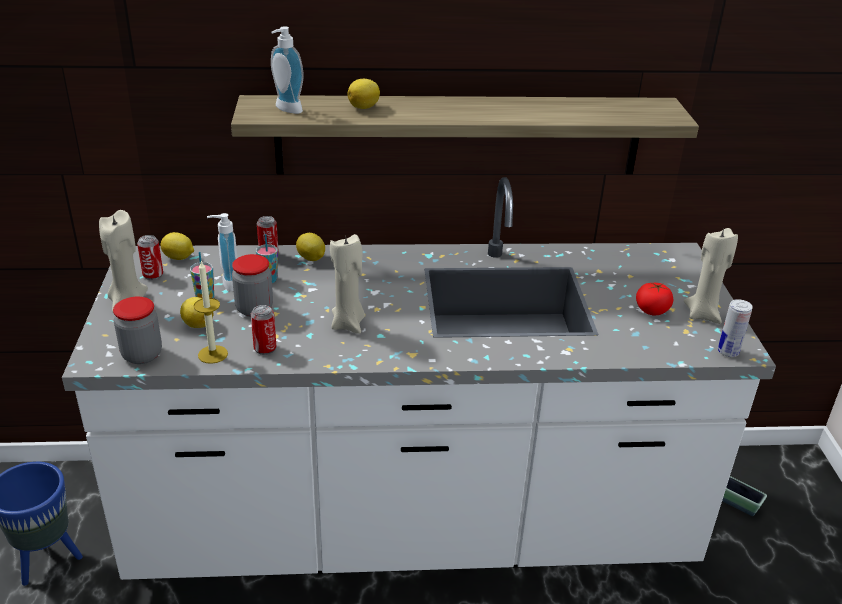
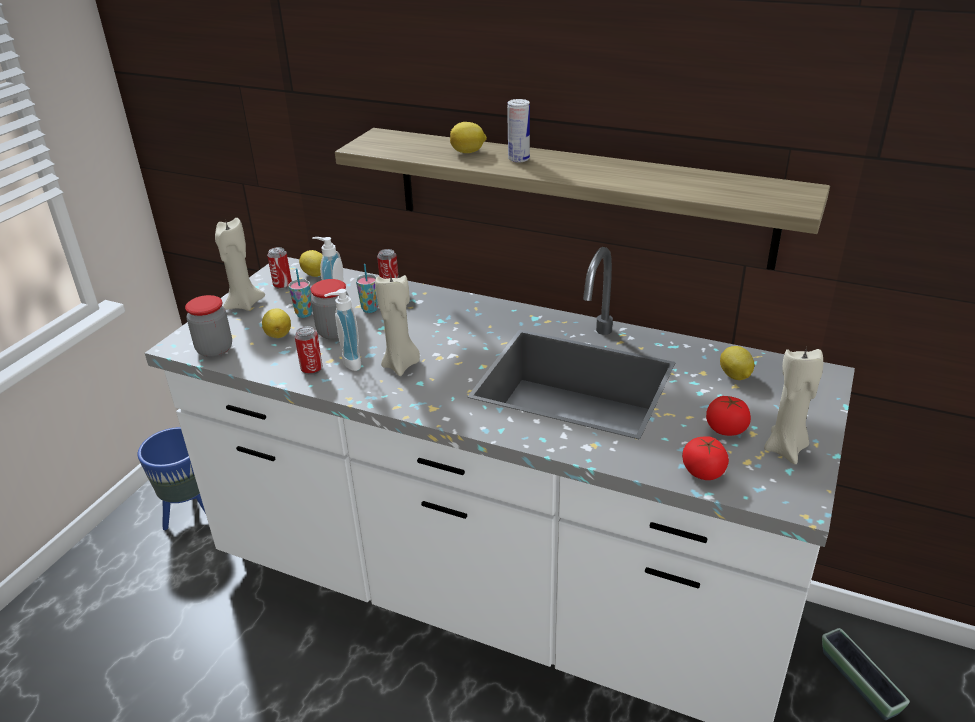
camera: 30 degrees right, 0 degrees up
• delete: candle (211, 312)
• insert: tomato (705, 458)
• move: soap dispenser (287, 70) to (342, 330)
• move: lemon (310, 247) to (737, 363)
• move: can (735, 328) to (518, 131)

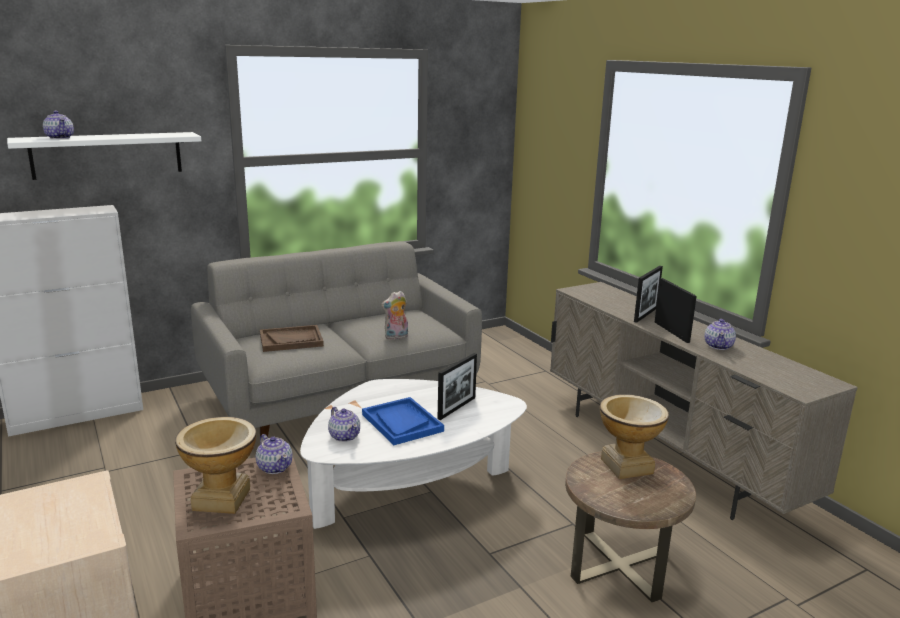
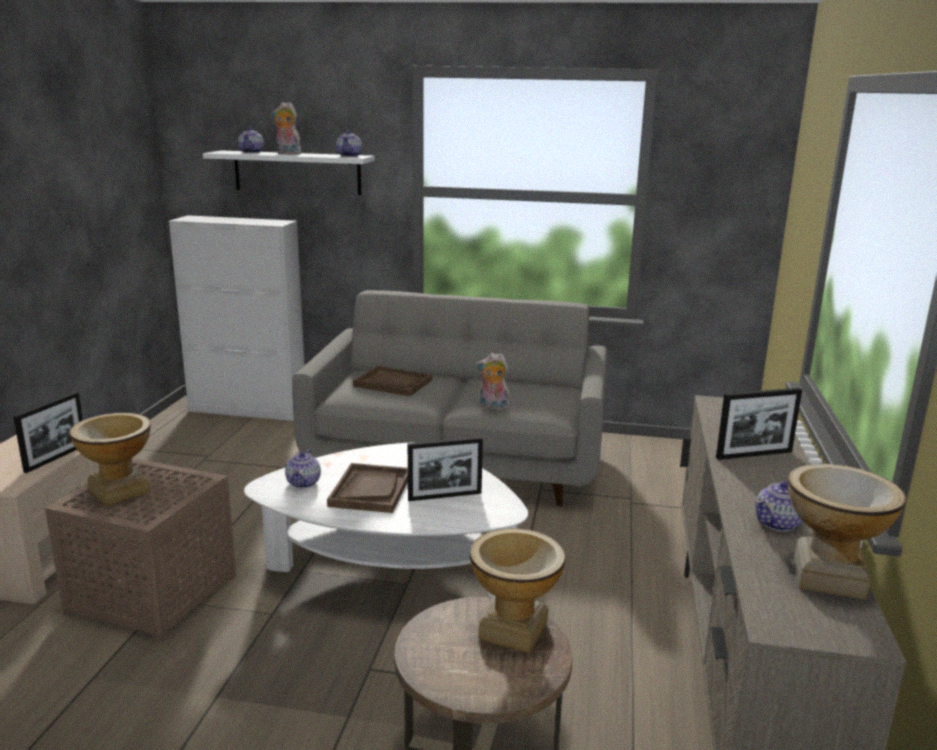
camera: 40 degrees right, 0 degrees up
• insert: plush toy (287, 128)
• insert: vase (847, 532)
• move: teapot (274, 454) to (349, 143)
• move: picture frame (676, 310) to (48, 432)
• recolor: blue tray (403, 421) to brown tray (367, 488)

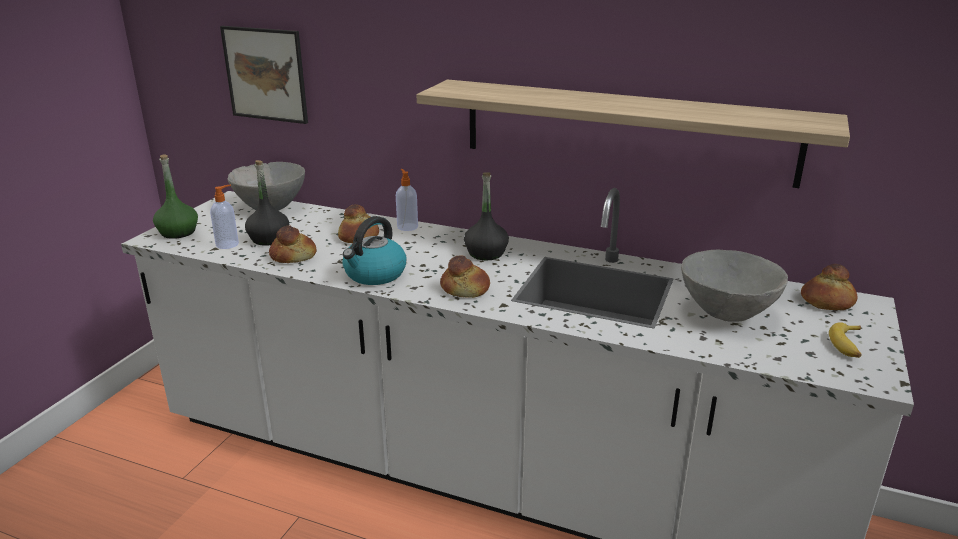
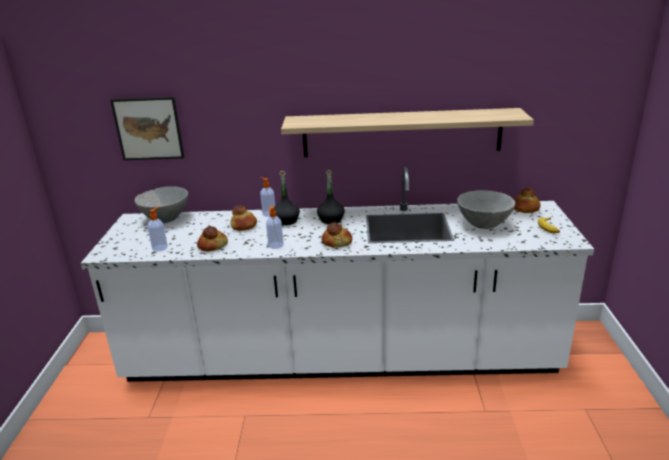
camera: 20 degrees left, 0 degrees up
• delete: green bottle (175, 196)
• move: black bottle (267, 203) to (287, 198)
• replace: kettle (374, 250) to soap dispenser (275, 227)

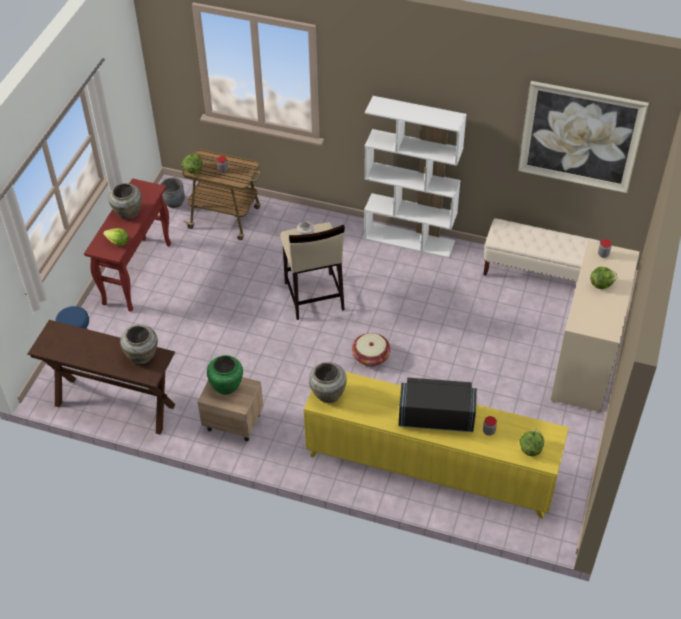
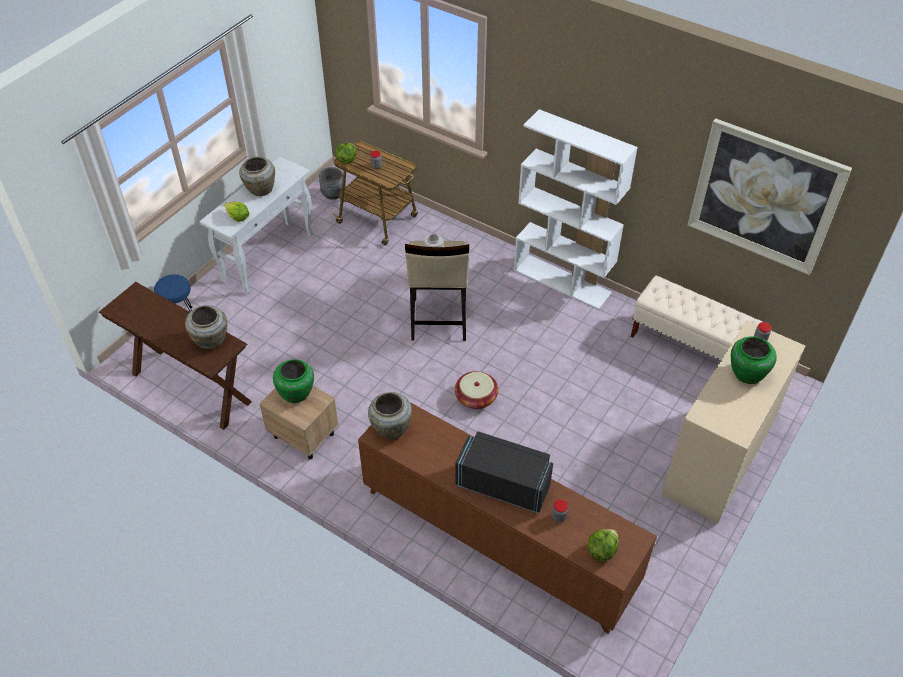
camera: 15 degrees right, 0 degrees up
• replace: lettuce (603, 278) to green vase (754, 360)
• recolor: red console table (127, 245) to white console table (256, 226)
• recolor: yellow cabinet (436, 445) to brown cabinet (507, 518)

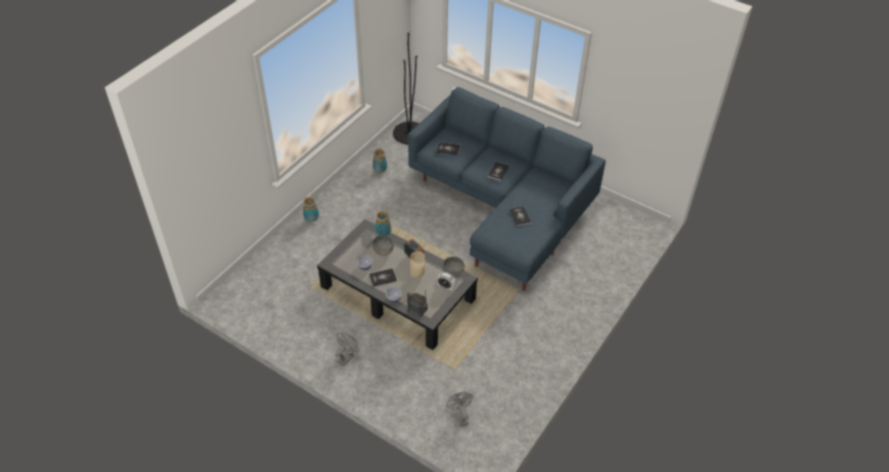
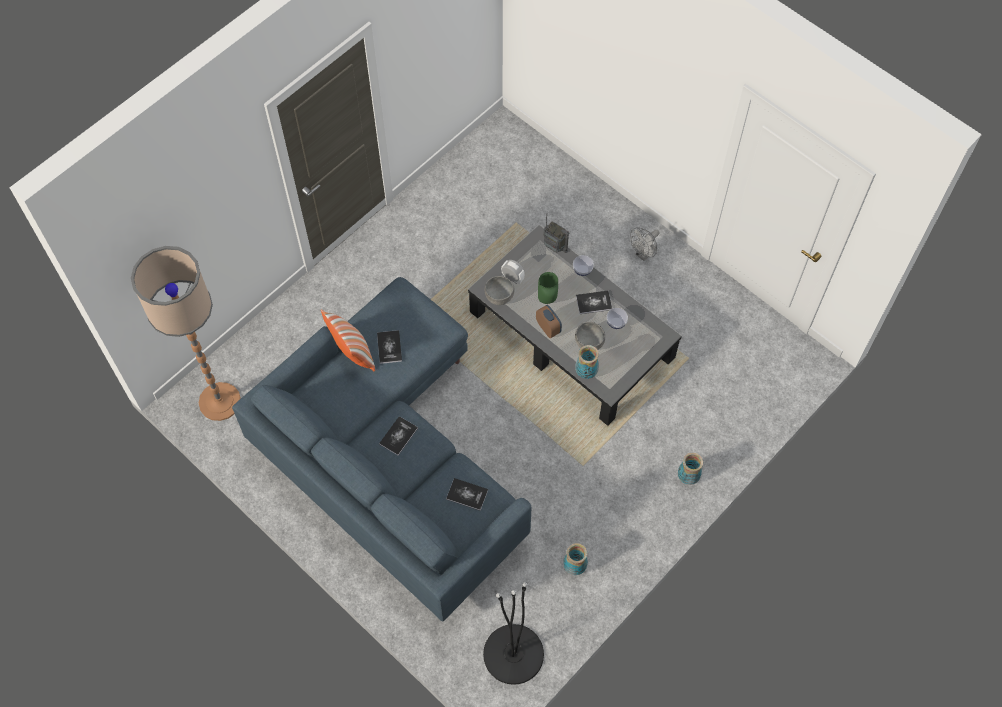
camera: 170 degrees left, 15 degrees up
• delete: grey fan (460, 409)
• insert: floor lamp (186, 333)
• insert: pillow (348, 340)
• recolor: beige vase (417, 264) to green vase (548, 288)

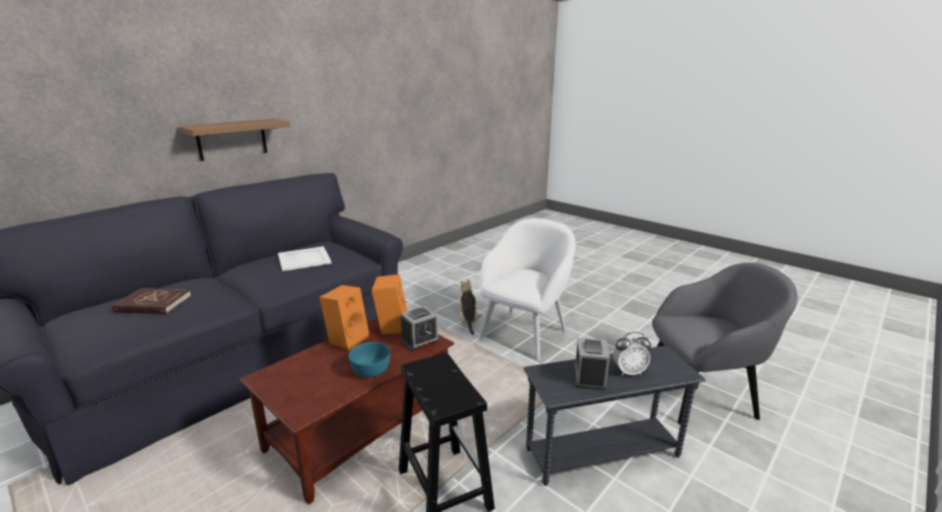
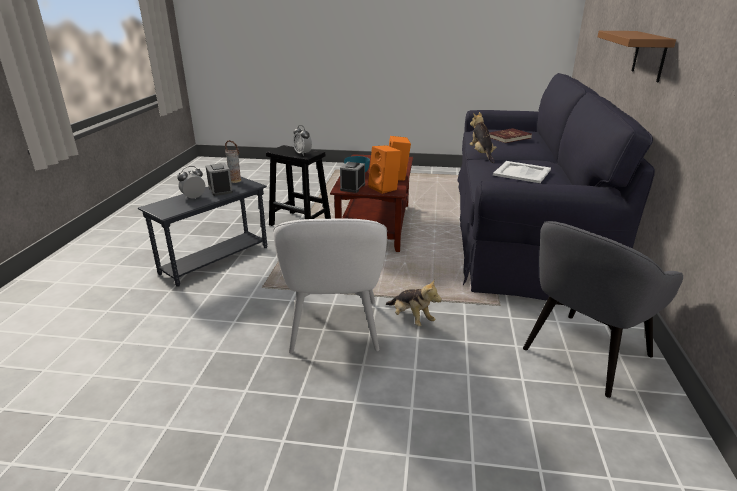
camera: 145 degrees right, 5 degrees up
• insert: vase (233, 161)
• insert: alarm clock (302, 140)
• insert: plush toy (483, 137)
• move: grey armchair (725, 344) to (603, 309)

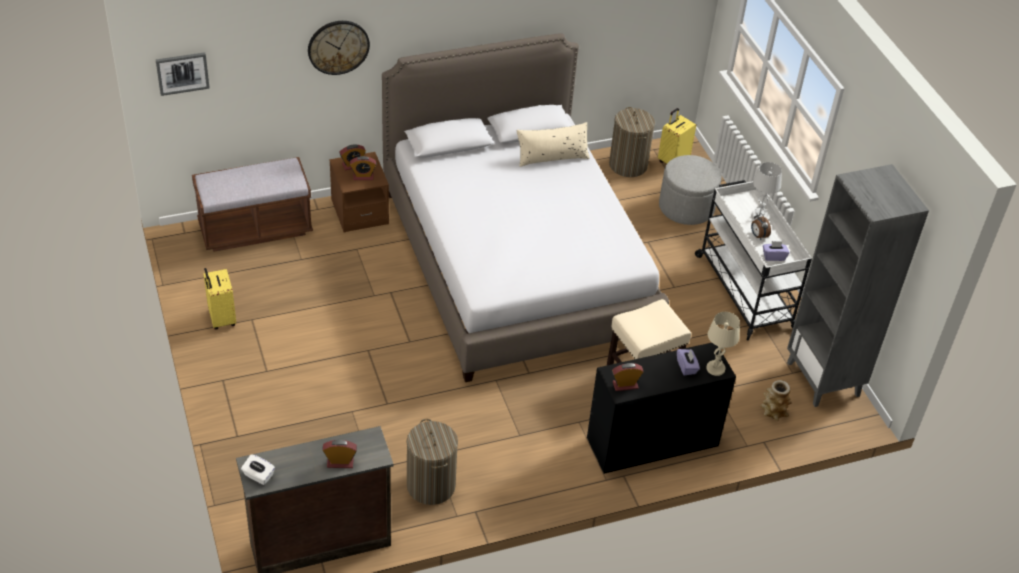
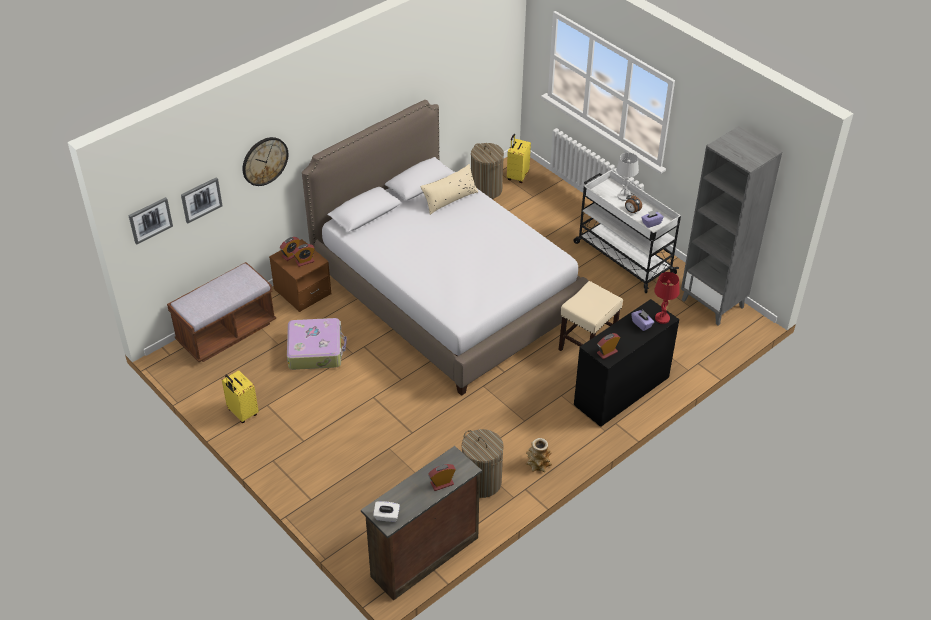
camera: 20 degrees left, 0 degrees up
• delete: grey ottoman (690, 190)
• insert: picture (202, 200)
• insert: suitcase (317, 344)
• move: vase (776, 400) to (539, 455)
• recolor: beige table lamp (723, 344) to red table lamp (667, 298)

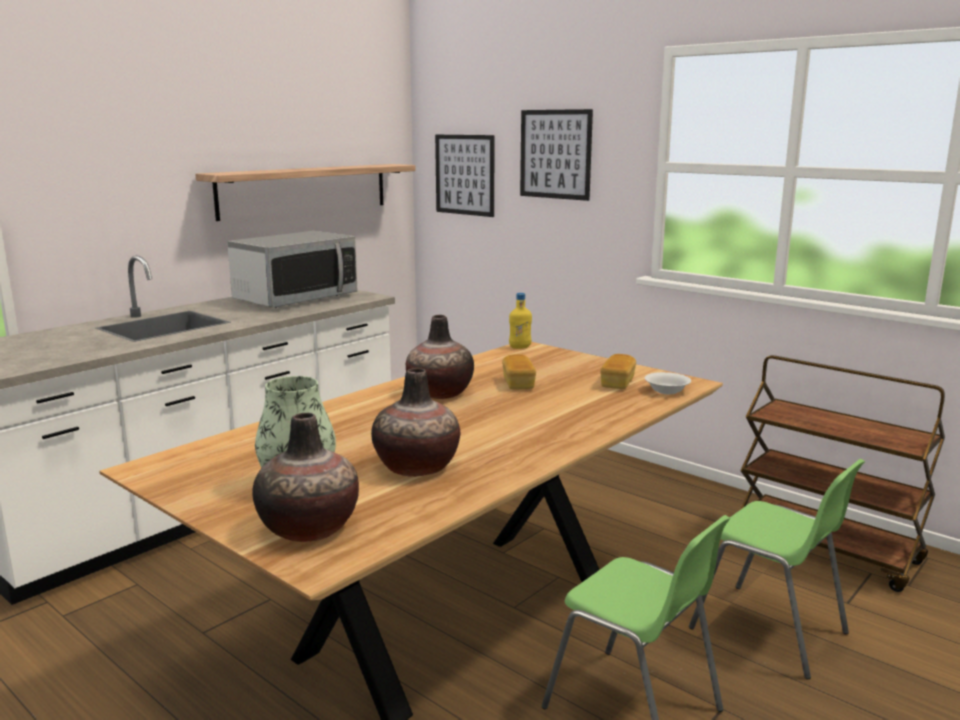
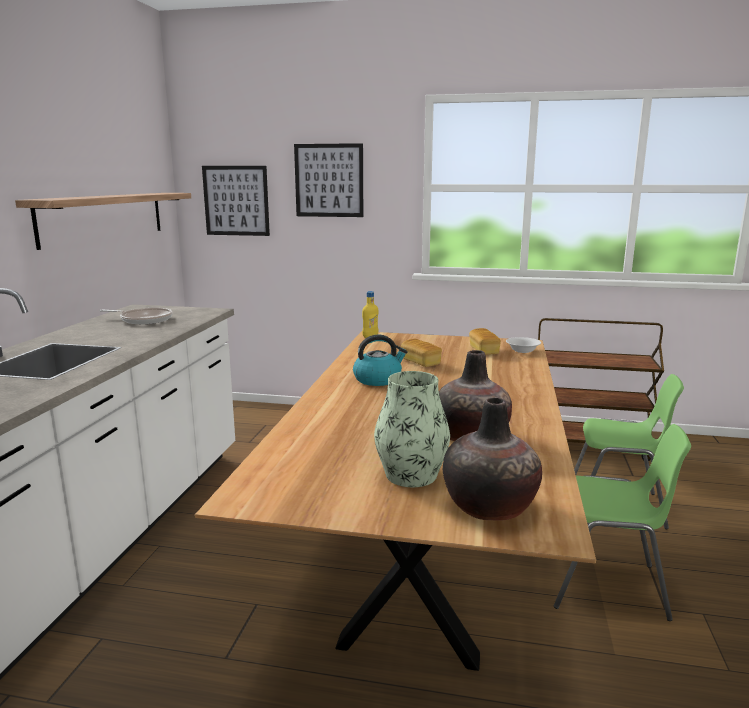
camera: 30 degrees left, 0 degrees up
• replace: microwave (292, 269) to frying pan (135, 316)
• replace: vase (440, 357) to kettle (380, 360)

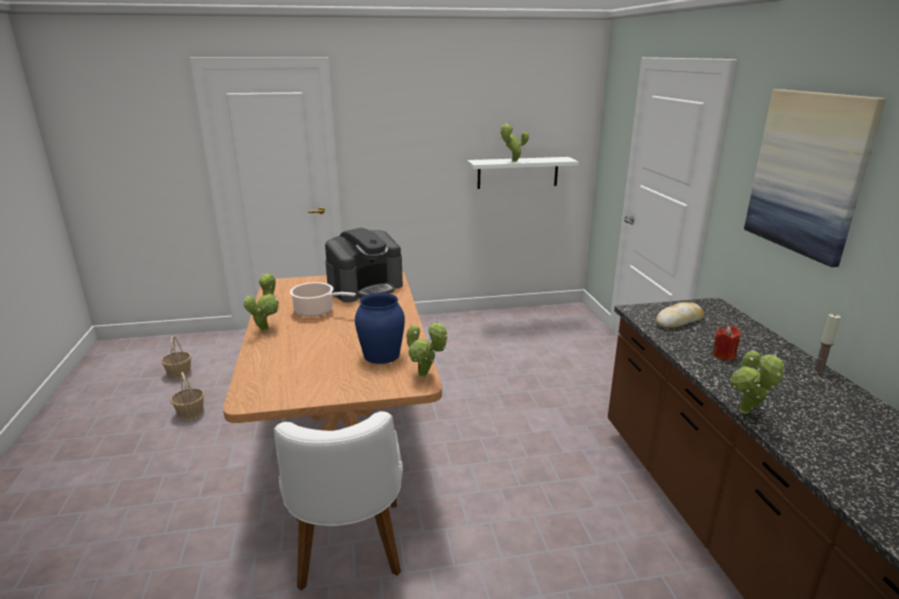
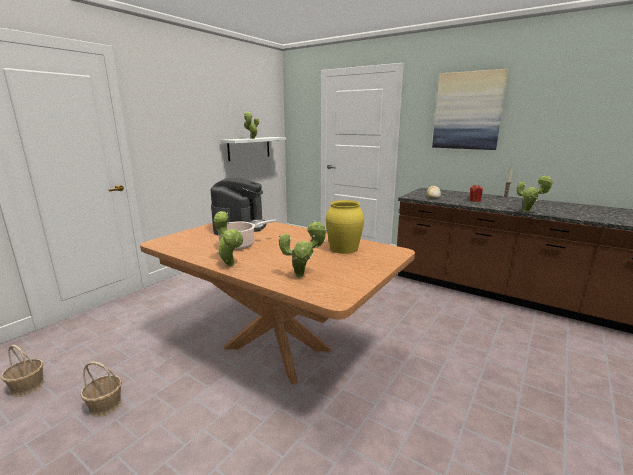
camera: 45 degrees left, 5 degrees down
• delete: white chair (338, 501)
• move: potted plant (427, 349) to (303, 249)
• recolor: blue vase (380, 328) to yellow vase (345, 227)

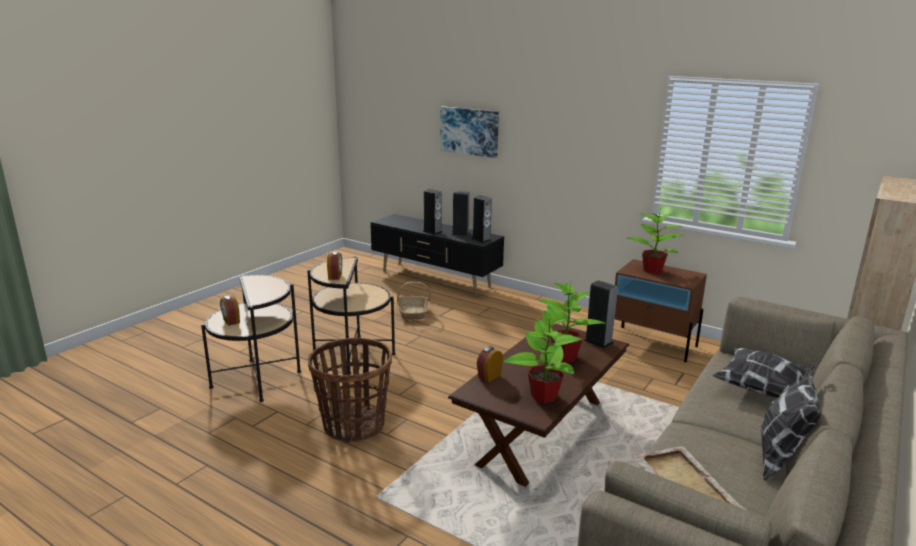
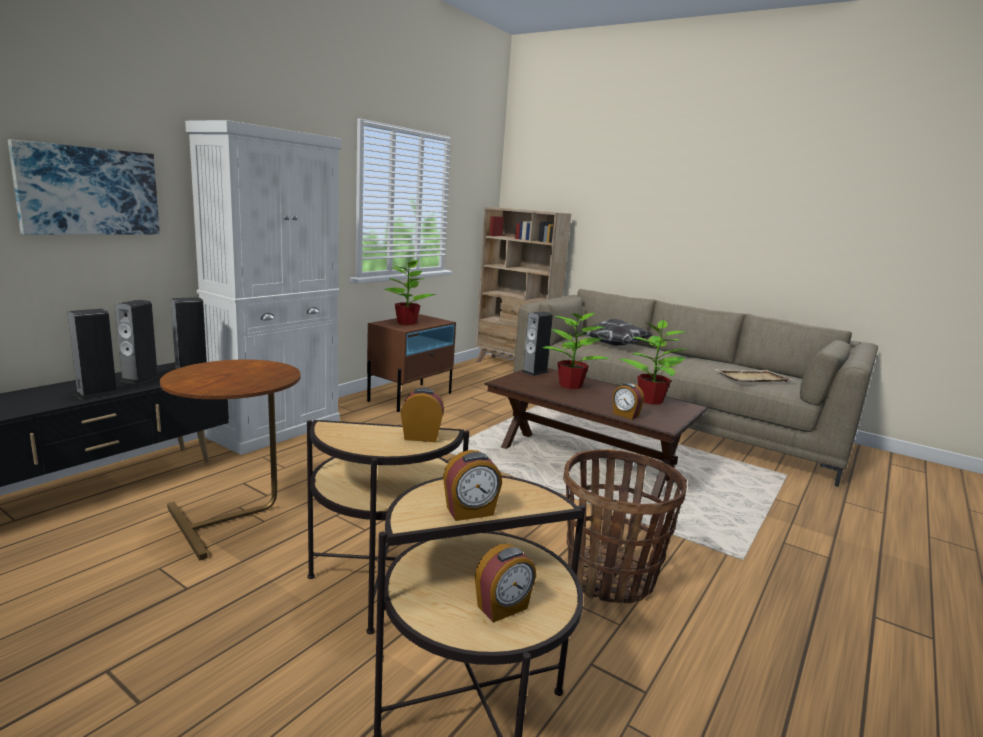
camera: 90 degrees left, 5 degrees down
• delete: pillow (791, 422)
• insert: white cabinet (263, 287)
• insert: alarm clock (472, 485)
• replace: basket (414, 300) to brown side table (230, 460)

